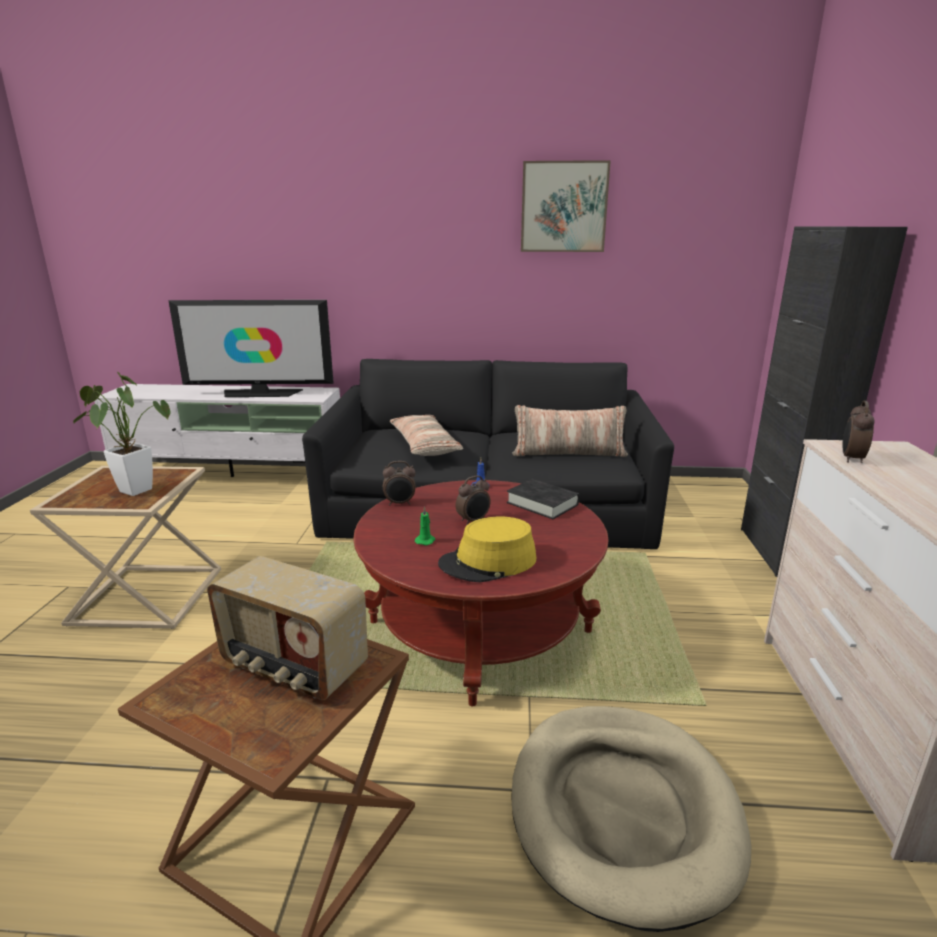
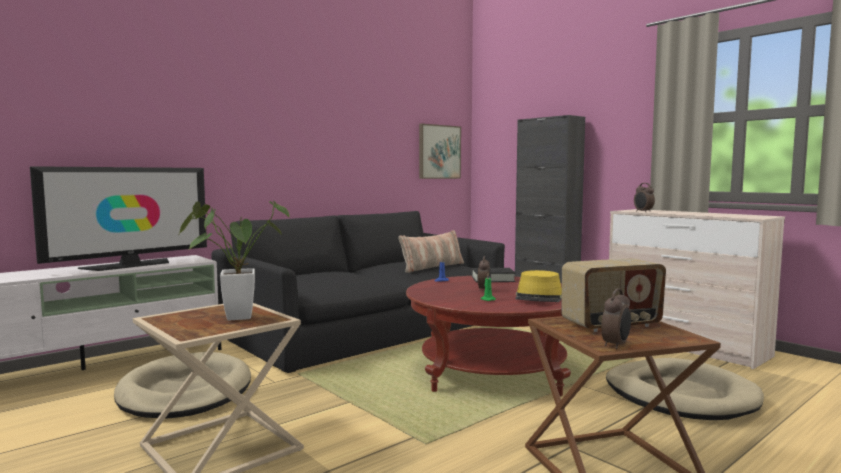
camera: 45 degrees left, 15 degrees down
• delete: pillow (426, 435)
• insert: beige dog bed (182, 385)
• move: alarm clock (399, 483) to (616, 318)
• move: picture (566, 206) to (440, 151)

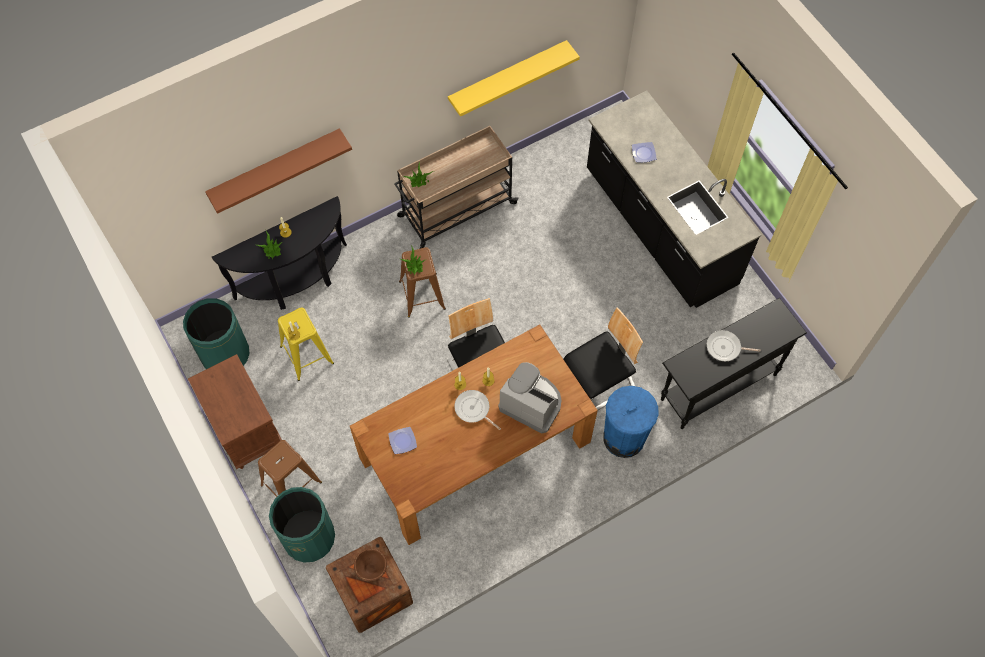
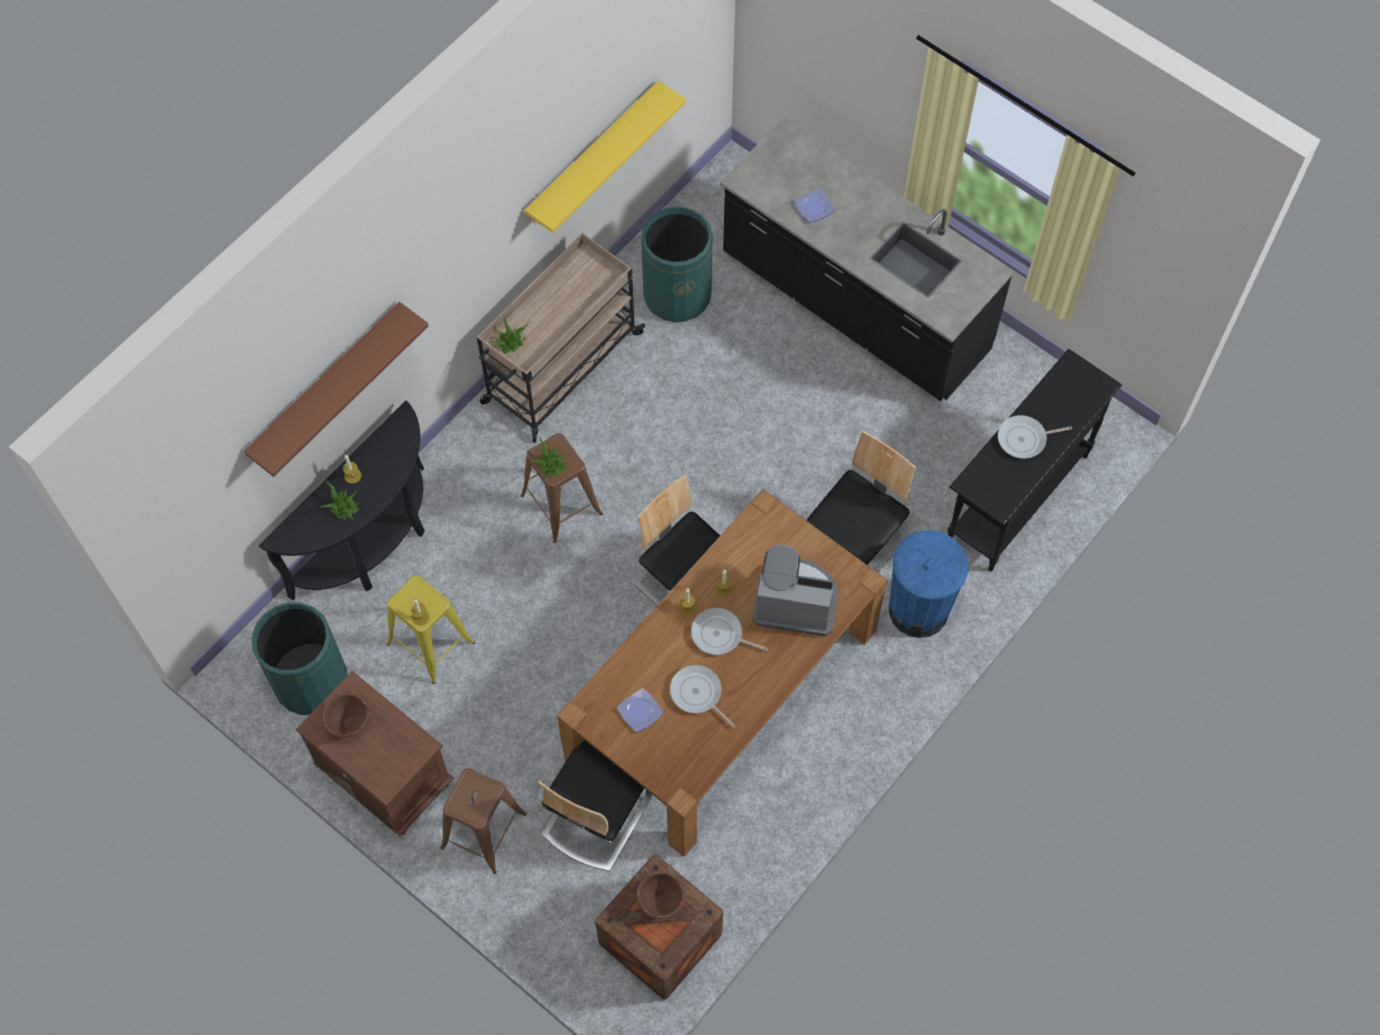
camera: 20 degrees left, 0 degrees up
• insert: brown bowl (346, 716)
• insert: chair (595, 806)
• insert: frying pan (703, 696)
• move: green trash can (302, 525) to (677, 264)

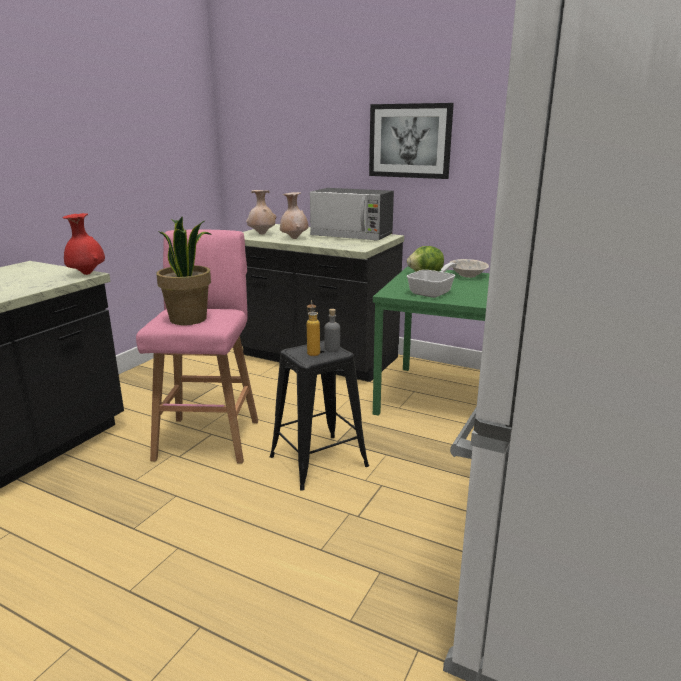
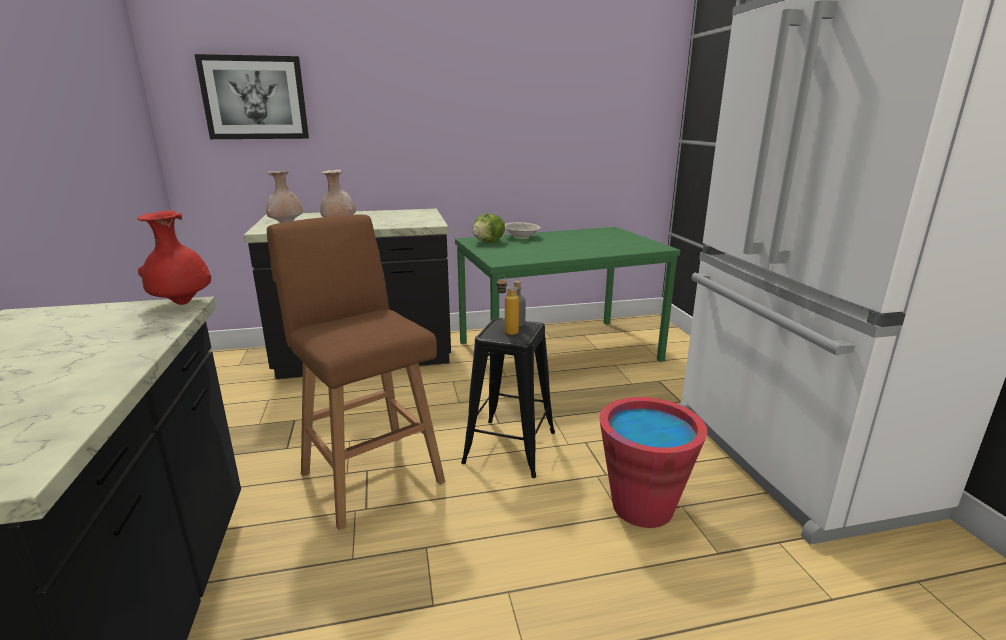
camera: 40 degrees left, 0 degrees up
• delete: potted plant (183, 271)
• delete: microwave (352, 214)
• delete: frying pan (432, 280)
• insert: red bucket (653, 462)
• move: picture (411, 141) to (251, 96)
• recolor: pink stool (197, 347) to brown stool (356, 372)

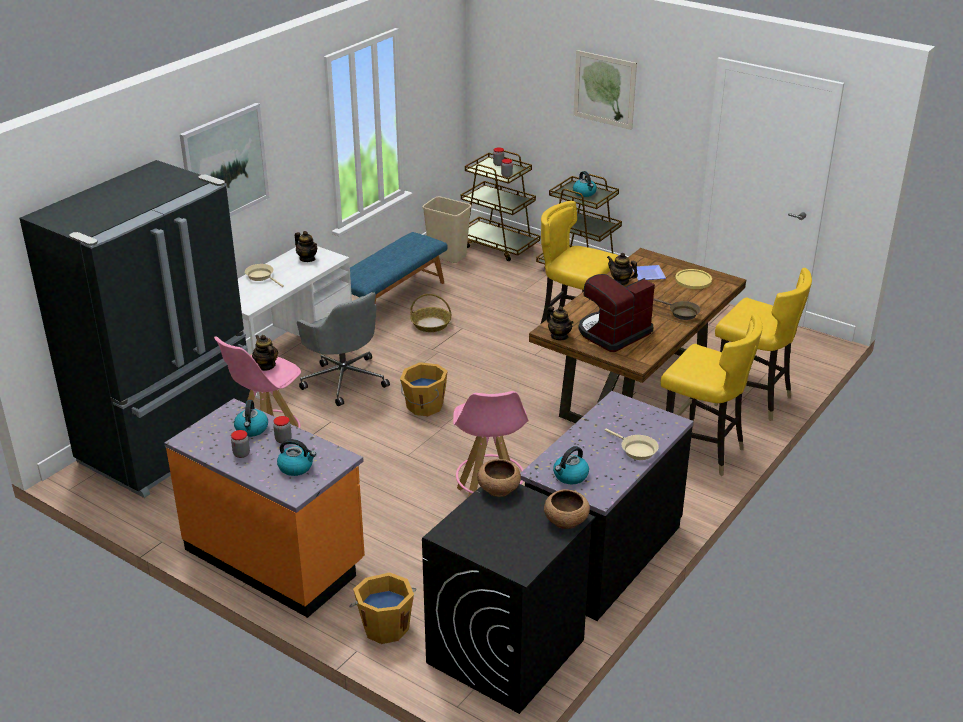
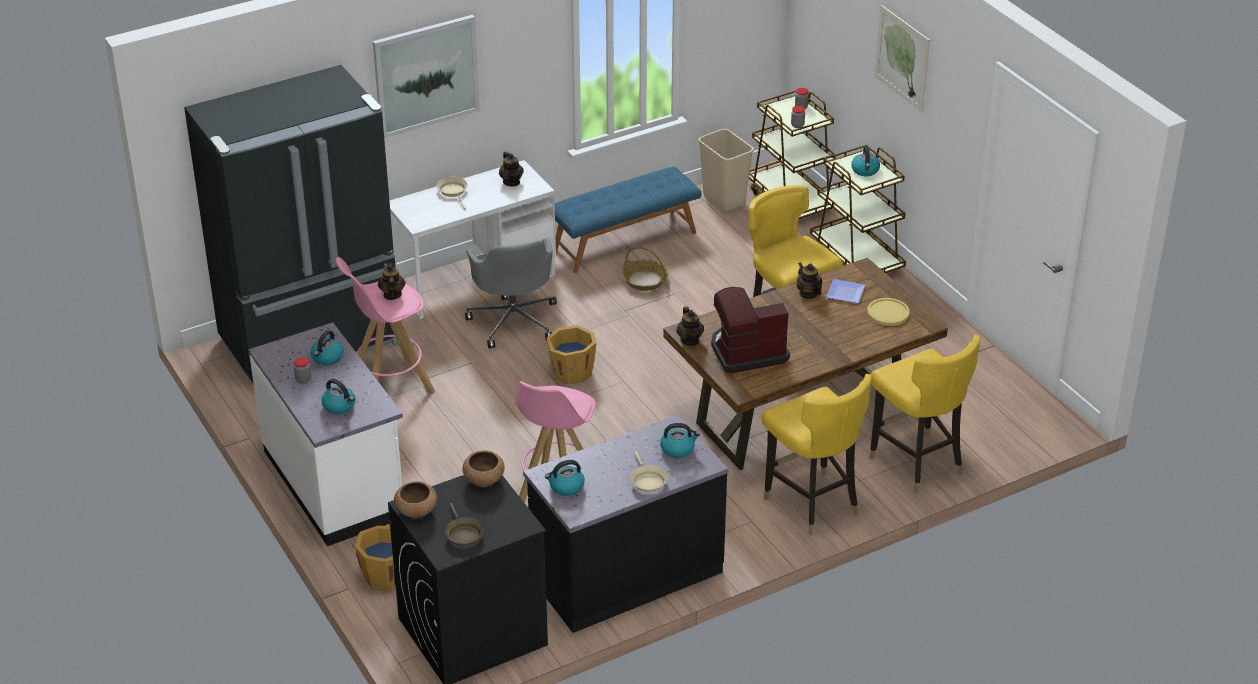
camera: 25 degrees right, 5 degrees up
• delete: jar (282, 429)
• insert: kettle (680, 440)
• move: brown bowl (567, 509) to (415, 500)
• move: brown frying pan (677, 309) to (464, 525)
• recolor: orange counter (265, 508) to white counter (326, 434)

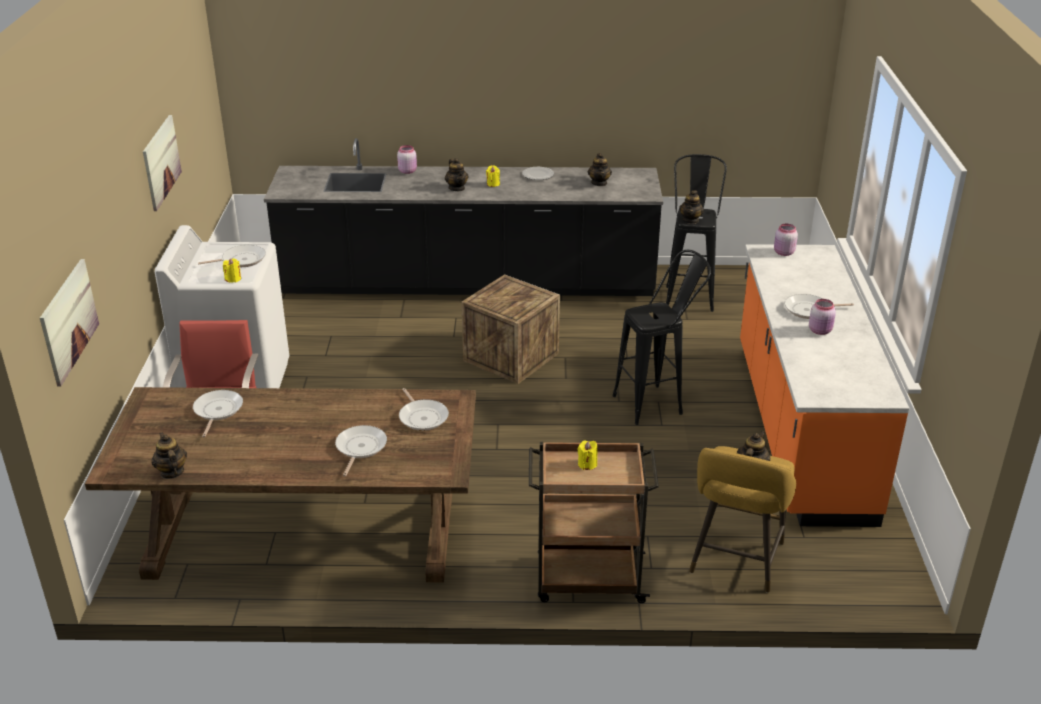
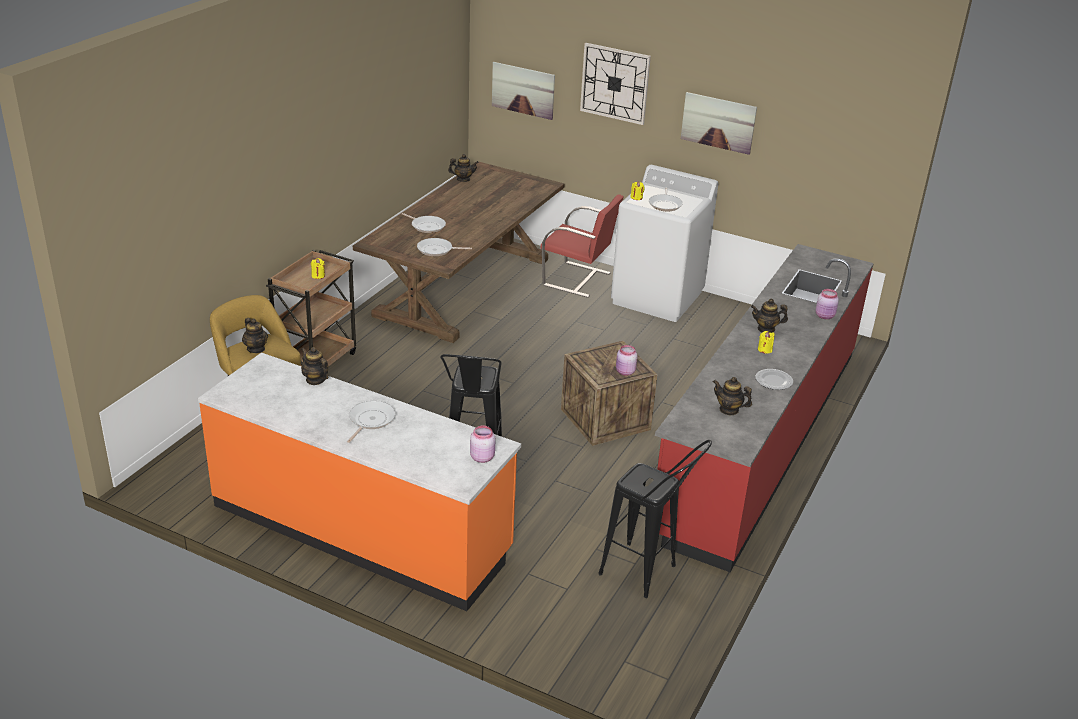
camera: 115 degrees right, 0 degrees up
• delete: frying pan (218, 413)
• insert: wall clock (615, 84)
• move: teapot (691, 207) to (315, 366)
• move: pink jar (822, 317) to (627, 360)
• recolor: black counter (463, 217) to red counter (764, 408)

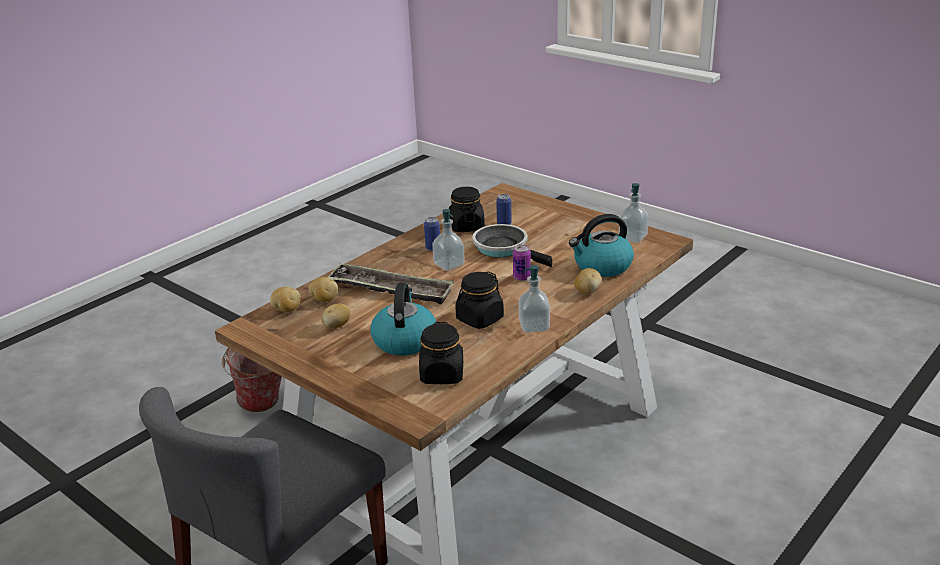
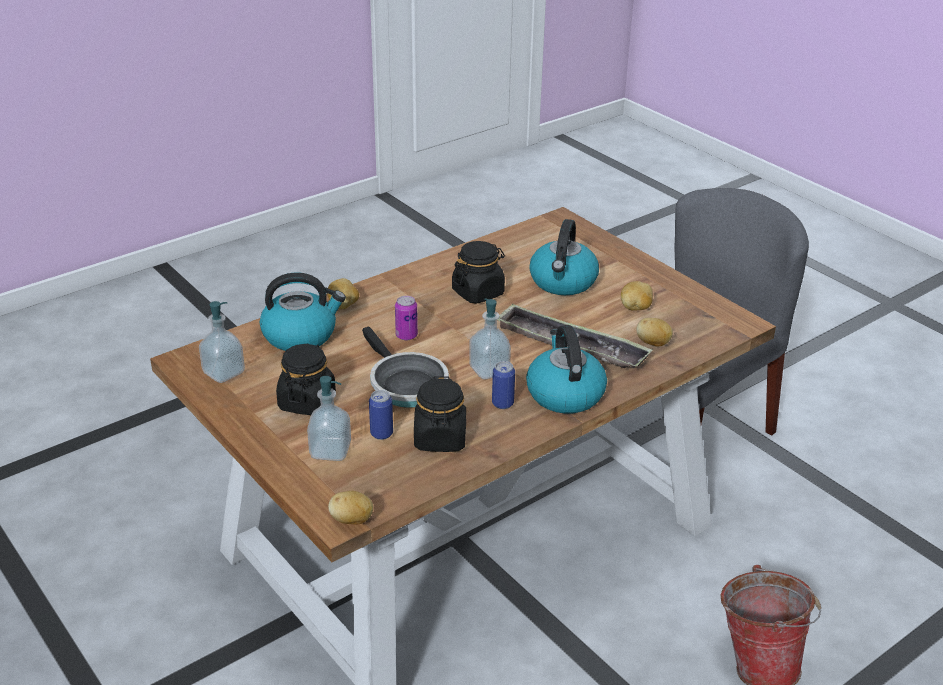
camera: 170 degrees left, 5 degrees up
• insert: kettle (566, 369)
• move: potato (285, 299) to (350, 508)
• move: black jar (441, 353) to (306, 379)
• move: soap dispenser (534, 299) to (329, 418)

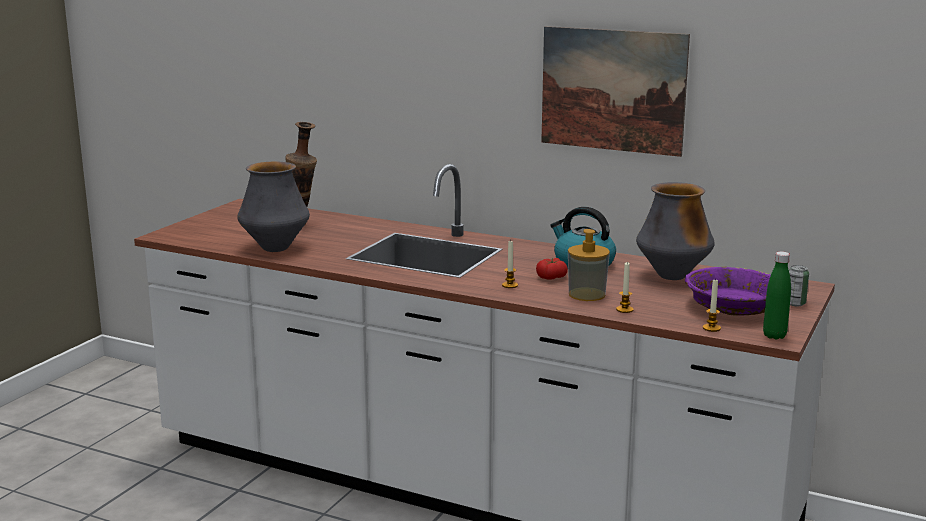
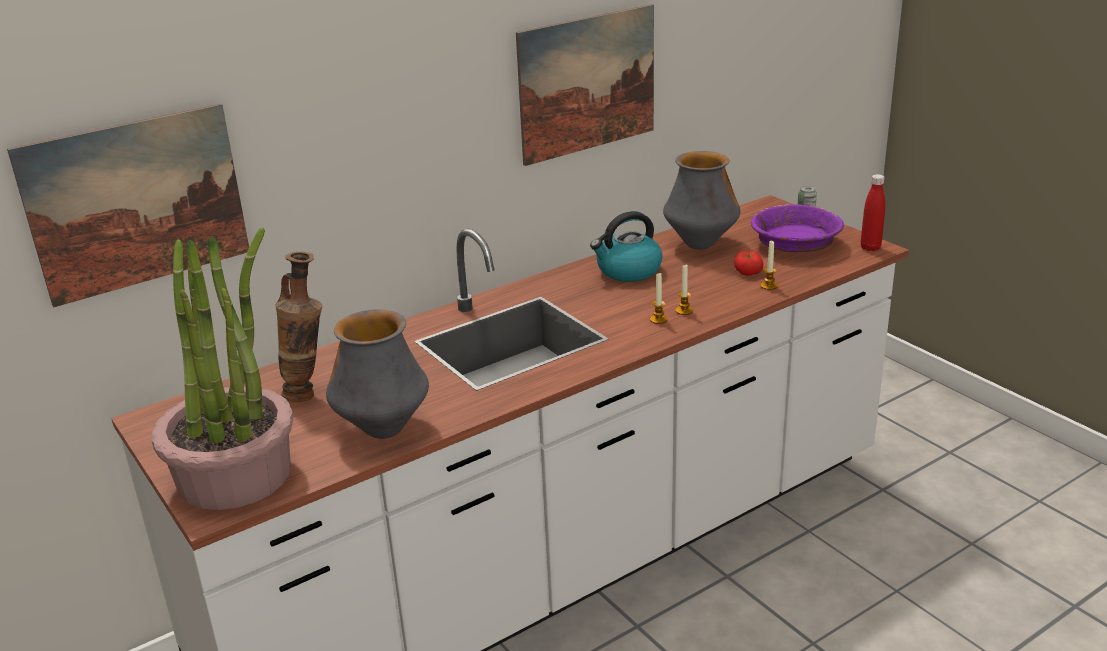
camera: 60 degrees left, 10 degrees up
• delete: soap dispenser (589, 265)
• insert: picture (128, 205)
• insert: potted plant (222, 369)
• move: tomato (552, 269) to (748, 262)
• move: candle (712, 305) to (684, 290)
• recolor: green bottle (777, 295) to red bottle (873, 212)

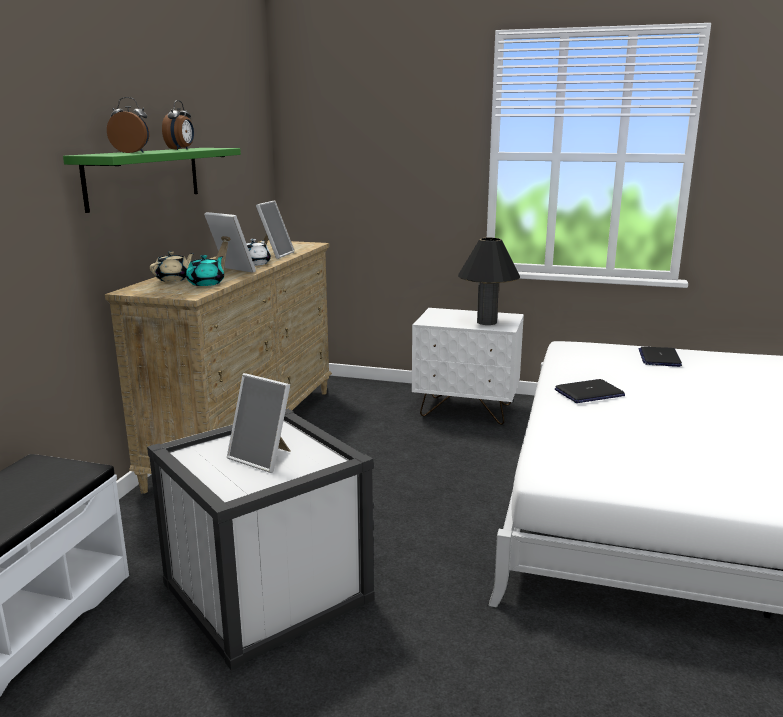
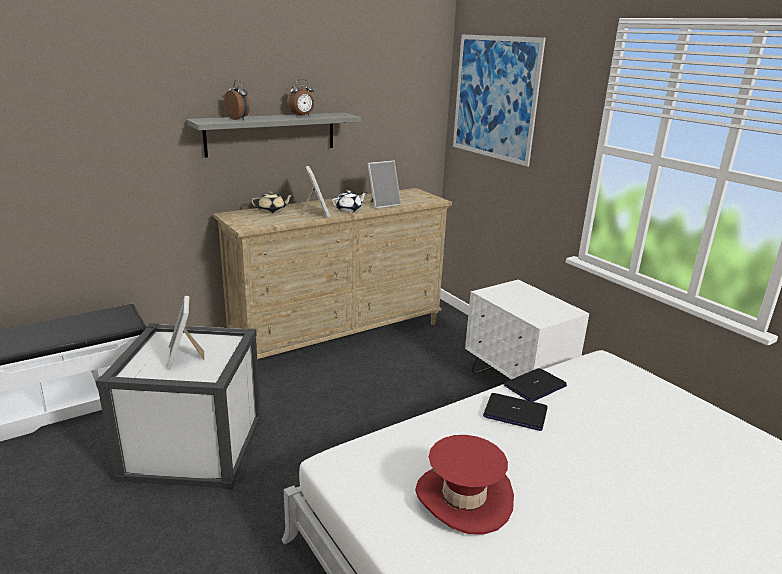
camera: 40 degrees right, 5 degrees up
• delete: turquoise teapot (205, 270)
• delete: black table lamp (489, 281)
• insert: red hat (464, 485)
• insert: picture (499, 101)
• move: laptop (660, 357) to (535, 385)
• recolor: green shelf (152, 180) to grey shelf (273, 135)

